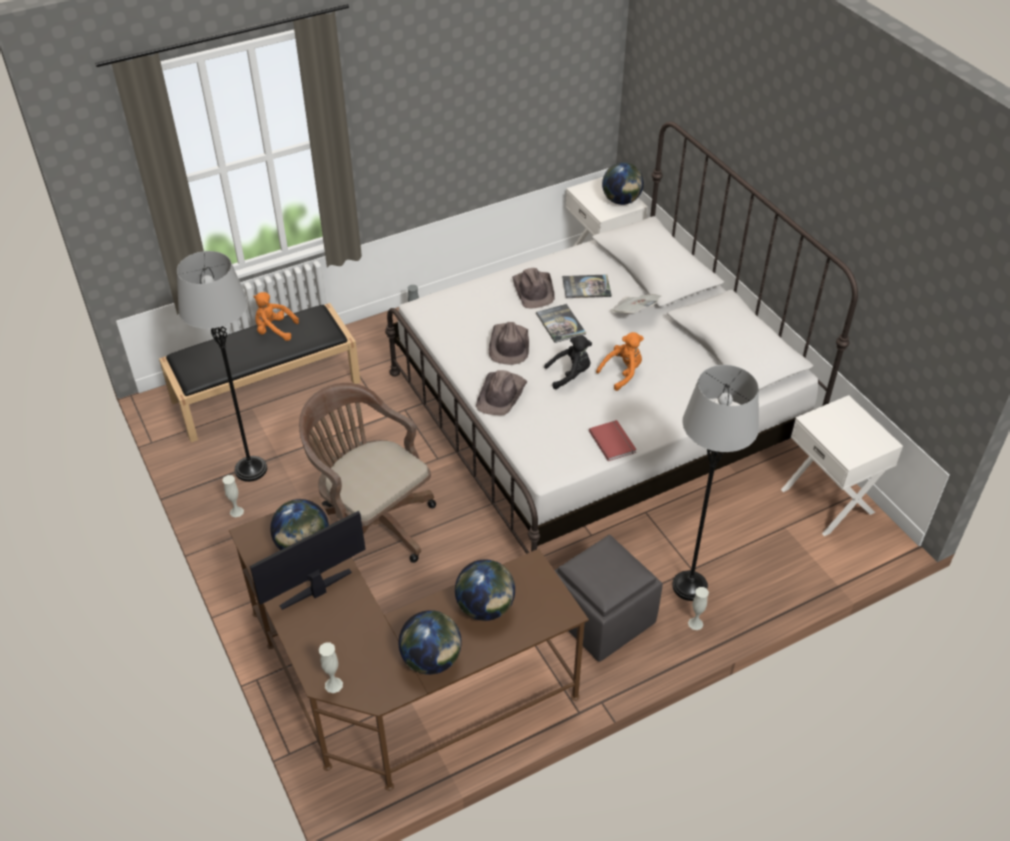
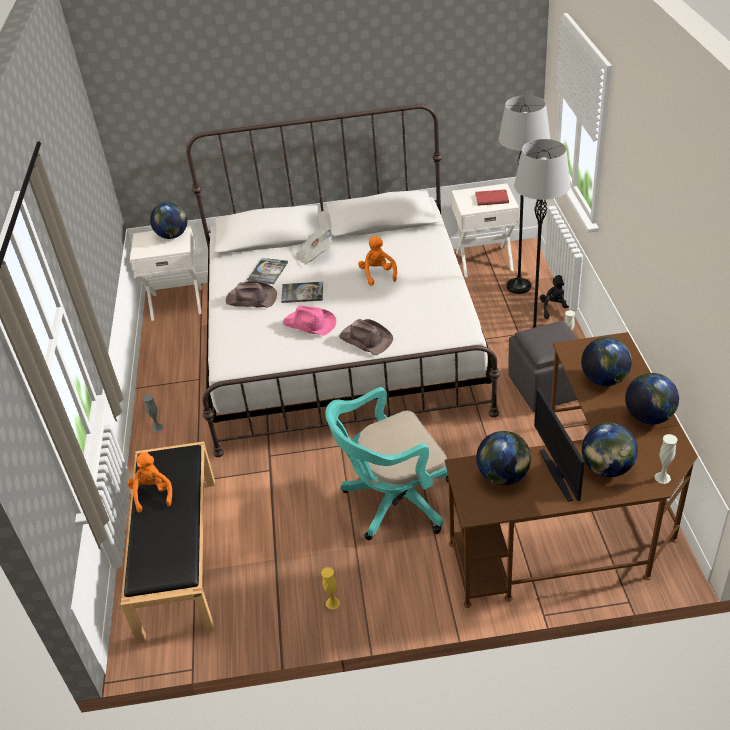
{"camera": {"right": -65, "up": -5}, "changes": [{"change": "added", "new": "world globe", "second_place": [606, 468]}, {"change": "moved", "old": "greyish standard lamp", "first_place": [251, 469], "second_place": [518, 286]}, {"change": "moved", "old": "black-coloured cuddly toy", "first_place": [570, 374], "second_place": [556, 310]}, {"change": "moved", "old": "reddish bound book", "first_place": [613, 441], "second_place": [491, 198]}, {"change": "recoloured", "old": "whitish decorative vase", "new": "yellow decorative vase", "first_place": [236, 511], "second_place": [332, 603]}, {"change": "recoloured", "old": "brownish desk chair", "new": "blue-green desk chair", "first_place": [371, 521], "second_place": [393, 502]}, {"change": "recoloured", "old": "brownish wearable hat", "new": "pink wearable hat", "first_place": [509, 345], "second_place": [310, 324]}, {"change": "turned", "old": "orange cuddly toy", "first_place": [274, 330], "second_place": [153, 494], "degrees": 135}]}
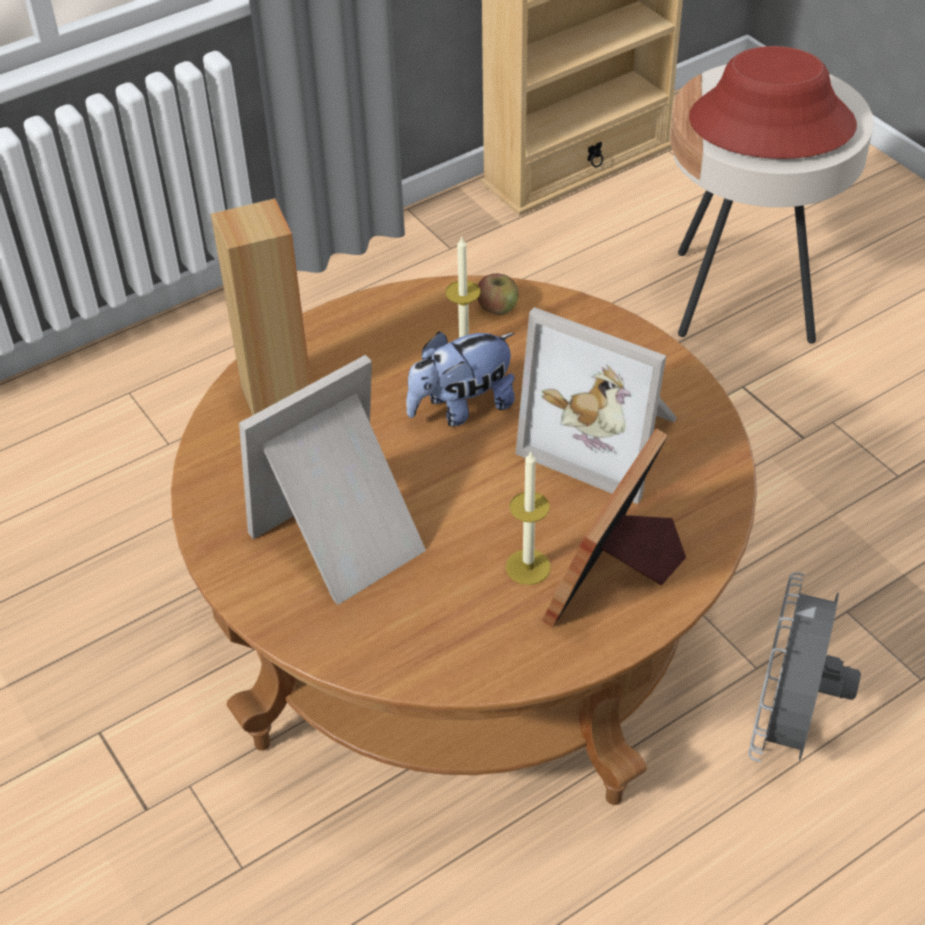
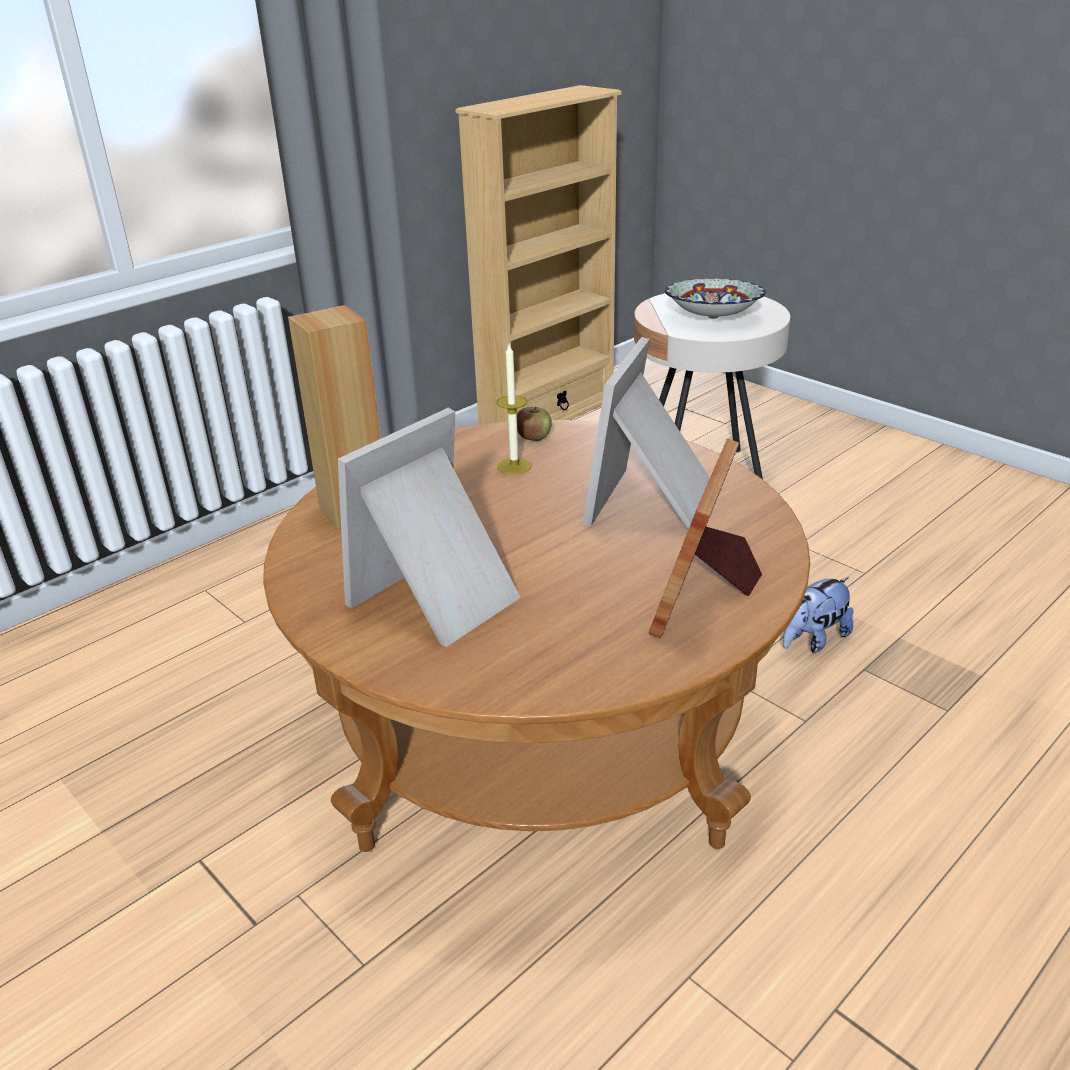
{"camera": {"right": -10, "up": -15}, "changes": [{"change": "removed", "old": "wax light", "first_place": [528, 567]}, {"change": "removed", "old": "greyish cooling fan", "first_place": [787, 726]}, {"change": "moved", "old": "cuddly toy", "first_place": [461, 408], "second_place": [812, 639]}, {"change": "replaced", "old": "reddish wearable hat", "new": "deep dish", "first_place": [771, 124], "second_place": [713, 317]}, {"change": "turned", "old": "standing frame", "first_place": [605, 437], "second_place": [656, 504], "degrees": 90}]}
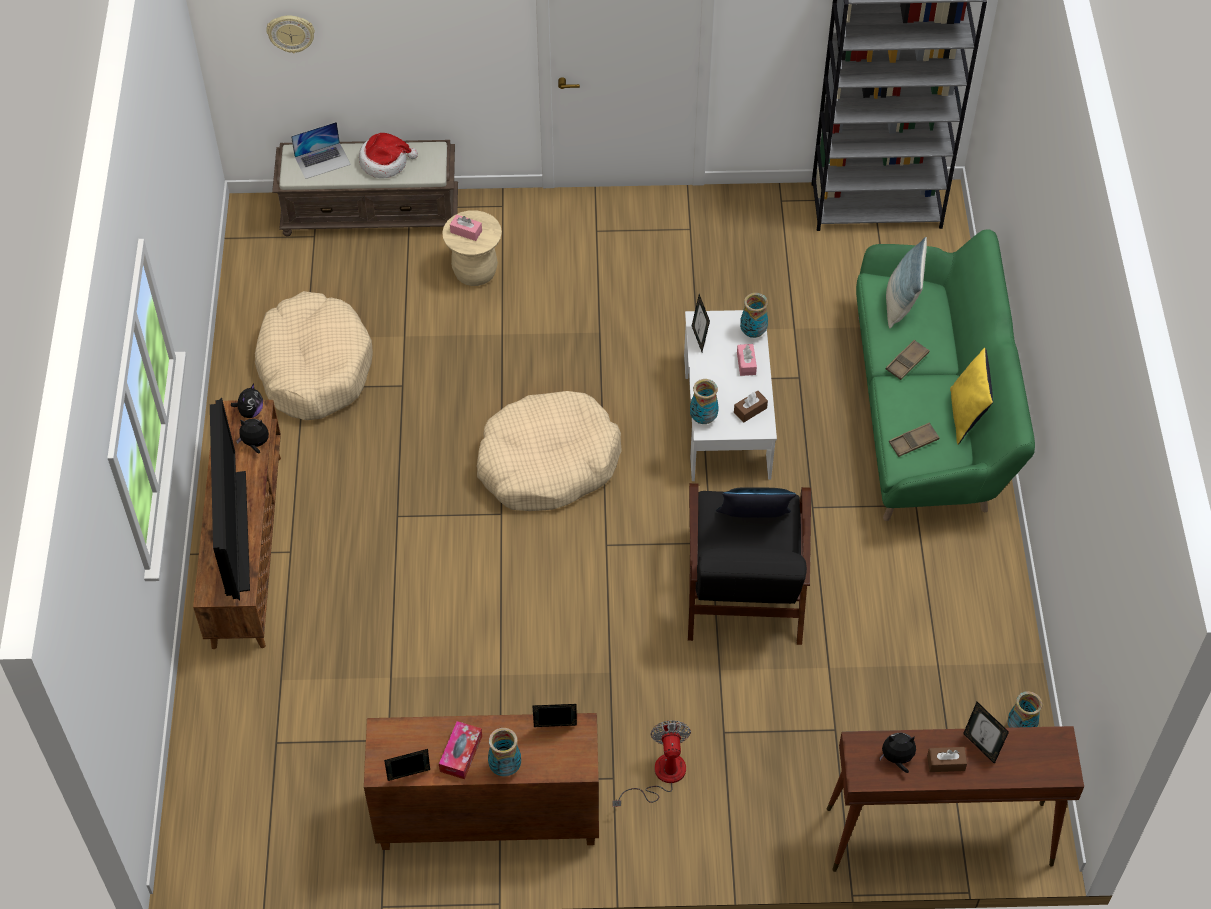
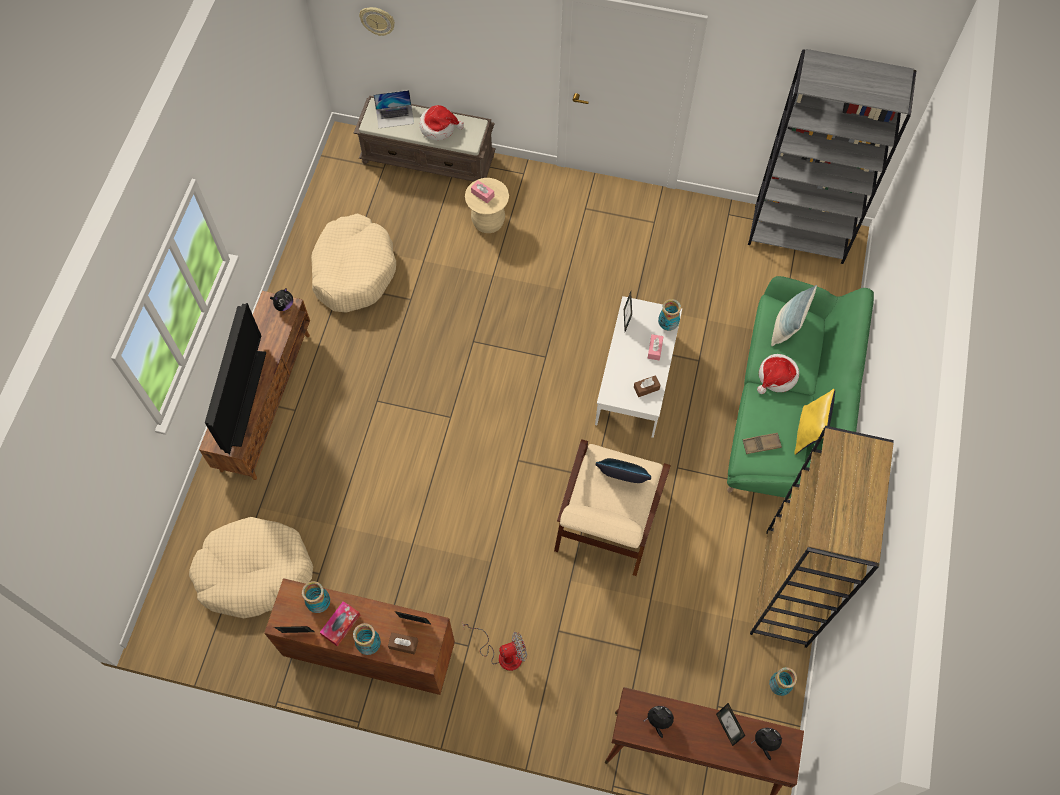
{"camera": {"right": 15, "up": 10}, "changes": [{"change": "added", "new": "brownish bookshelf", "second_place": [786, 589]}, {"change": "moved", "old": "cuddly toy", "first_place": [255, 444], "second_place": [765, 743]}, {"change": "moved", "old": "beige dog bed", "first_place": [547, 463], "second_place": [254, 572]}, {"change": "moved", "old": "decorative vase", "first_place": [703, 418], "second_place": [319, 603]}, {"change": "moved", "old": "brownish box of tissues", "first_place": [946, 763], "second_place": [403, 644]}, {"change": "replaced", "old": "brownish tray", "new": "wearable hat", "first_place": [907, 362], "second_place": [776, 377]}, {"change": "recoloured", "old": "black-coloured armchair", "new": "beige armchair", "first_place": [744, 588], "second_place": [608, 520]}, {"change": "turned", "old": "cooling fan", "first_place": [660, 776], "second_place": [502, 653], "degrees": 60}]}
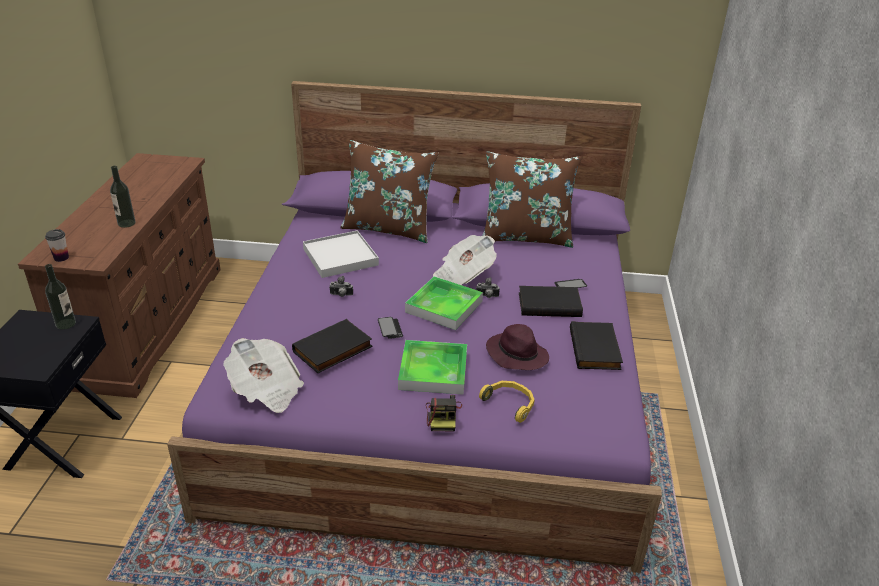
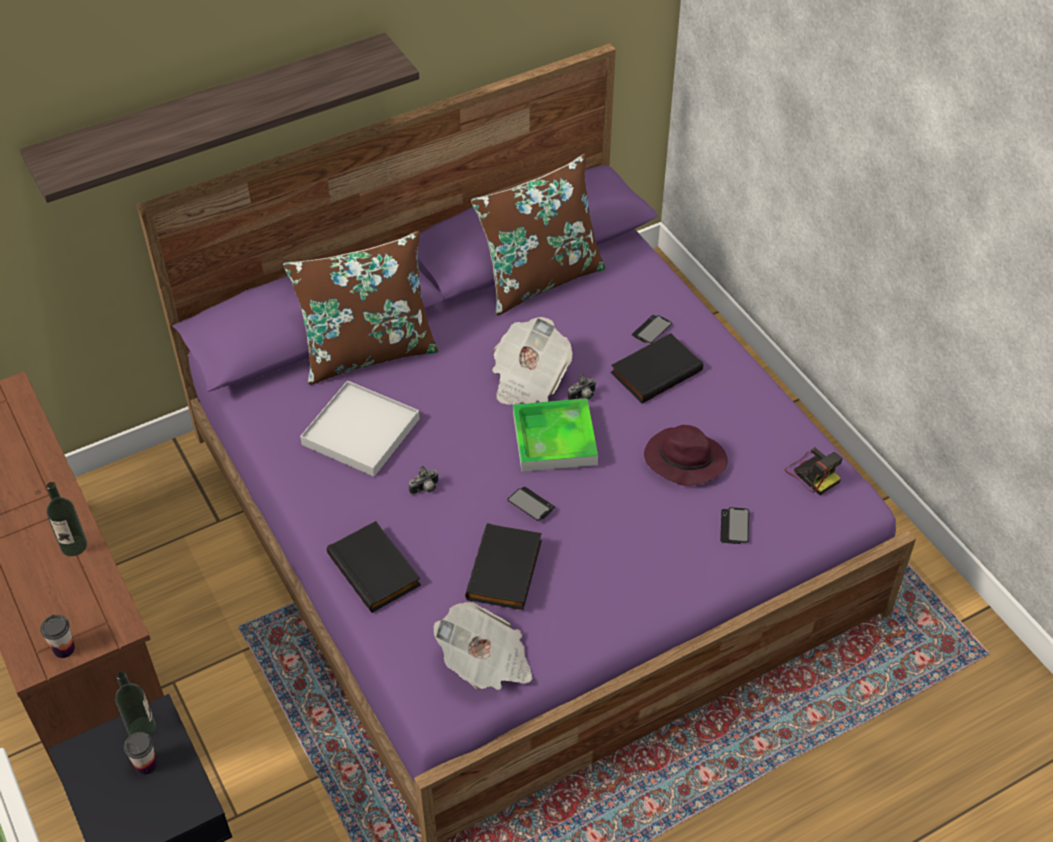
{"camera": {"right": -35, "up": 15}, "changes": [{"change": "removed", "old": "tray", "first_place": [433, 371]}, {"change": "added", "new": "wall shelf", "second_place": [215, 115]}, {"change": "added", "new": "small cup", "second_place": [146, 765]}, {"change": "moved", "old": "photo camera", "first_place": [443, 416], "second_place": [812, 473]}, {"change": "moved", "old": "black-coloured bound book", "first_place": [596, 349], "second_place": [376, 569]}, {"change": "replaced", "old": "yellow headphones", "new": "handset", "first_place": [510, 404], "second_place": [734, 526]}]}
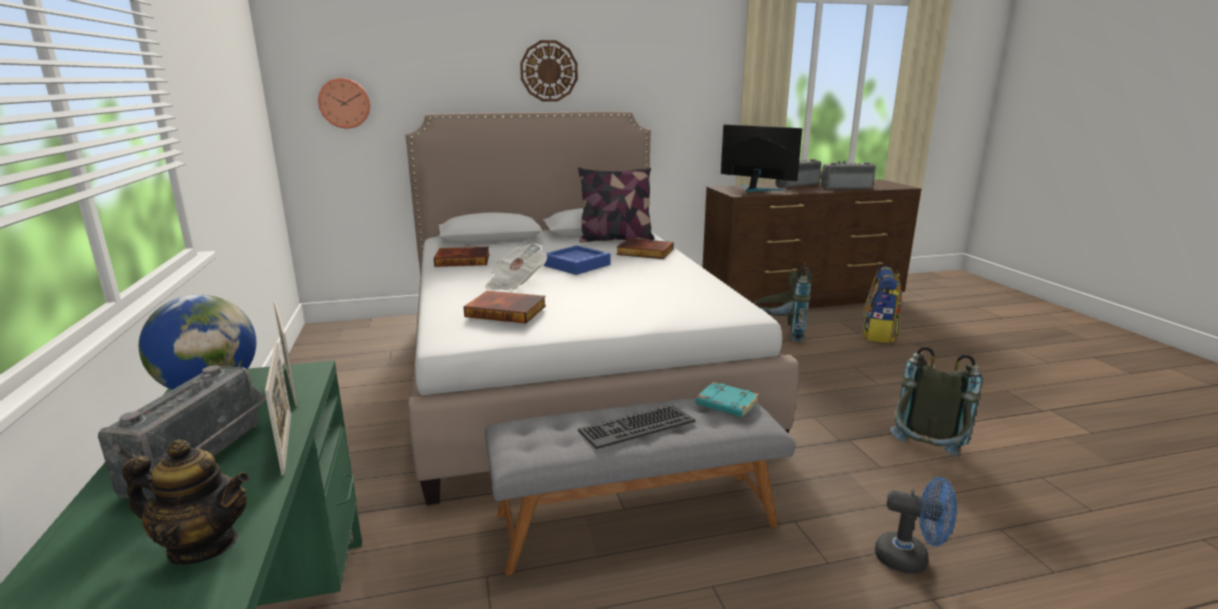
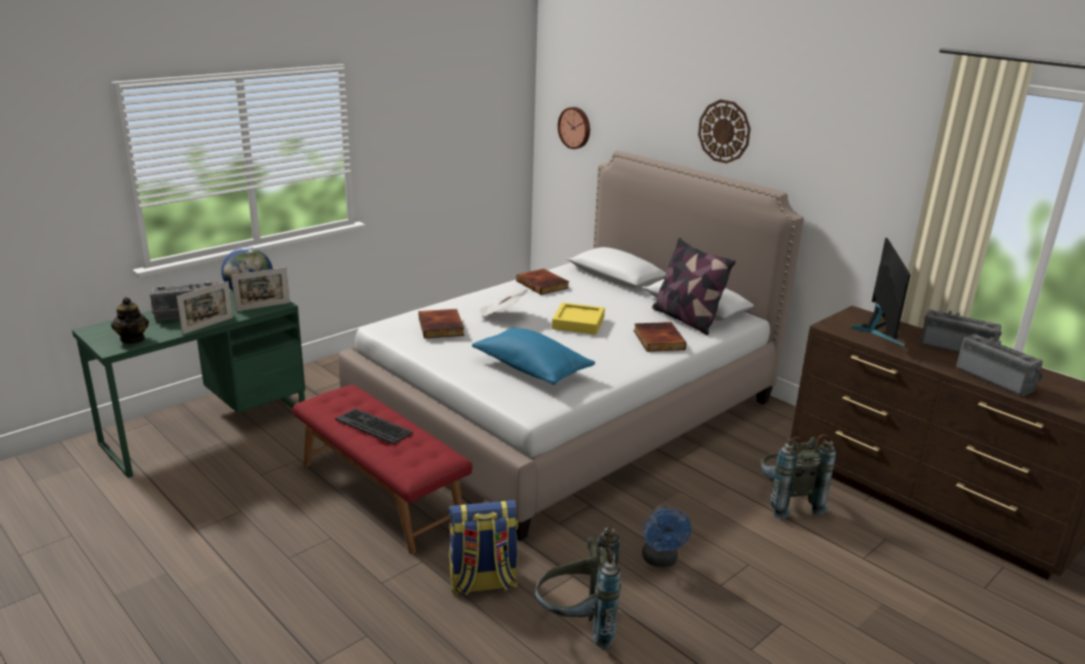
{"camera": {"right": 60, "up": 5}, "changes": [{"change": "removed", "old": "blue-green bound book", "first_place": [725, 404]}, {"change": "added", "new": "bluish pillow", "second_place": [532, 369]}, {"change": "moved", "old": "rucksack", "first_place": [879, 334], "second_place": [482, 583]}, {"change": "moved", "old": "bluish cooling fan", "first_place": [910, 559], "second_place": [661, 560]}, {"change": "recoloured", "old": "greyish indoor bench", "new": "reddish indoor bench", "first_place": [635, 518], "second_place": [382, 493]}, {"change": "recoloured", "old": "bluish tray", "new": "yellow tray", "first_place": [576, 265], "second_place": [578, 323]}, {"change": "turned", "old": "standing frame", "first_place": [291, 385], "second_place": [263, 307], "degrees": -150}]}
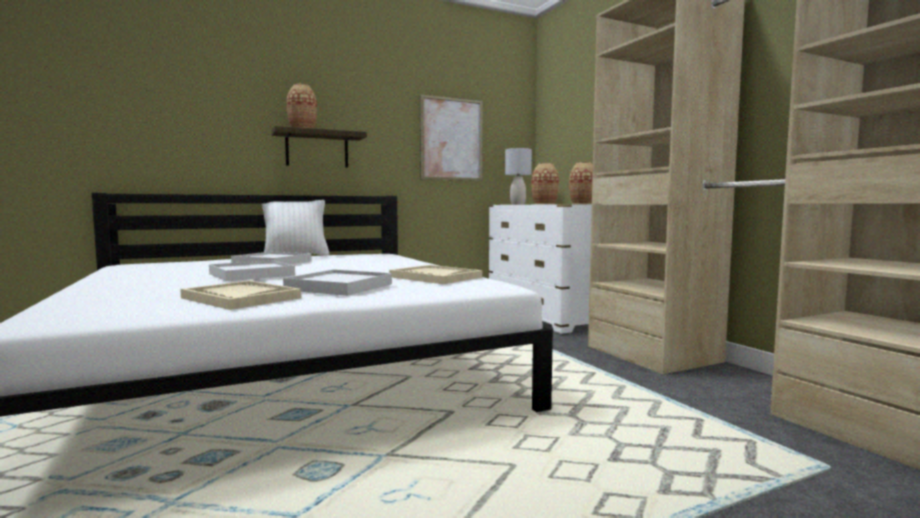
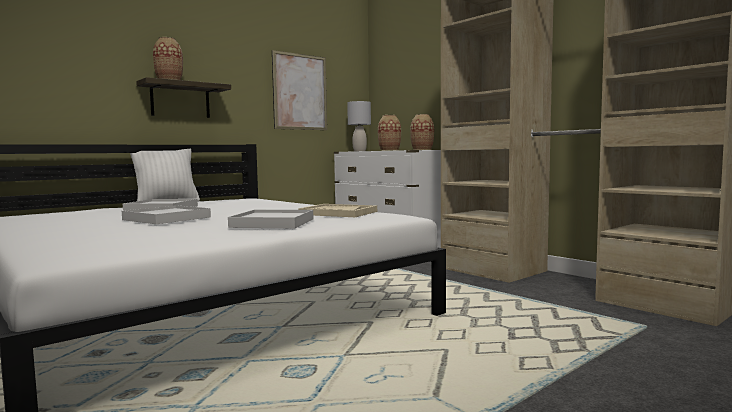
{"camera": {"right": -15, "up": 0}, "changes": [{"change": "removed", "old": "beige tray", "first_place": [240, 298]}]}
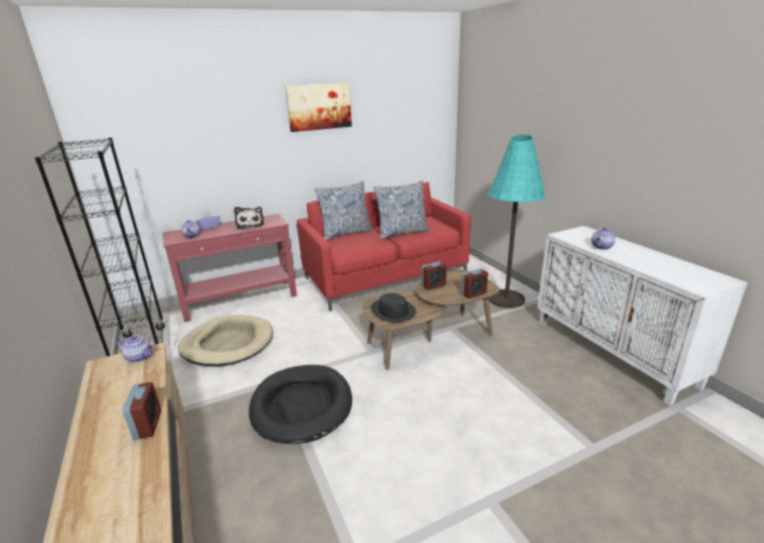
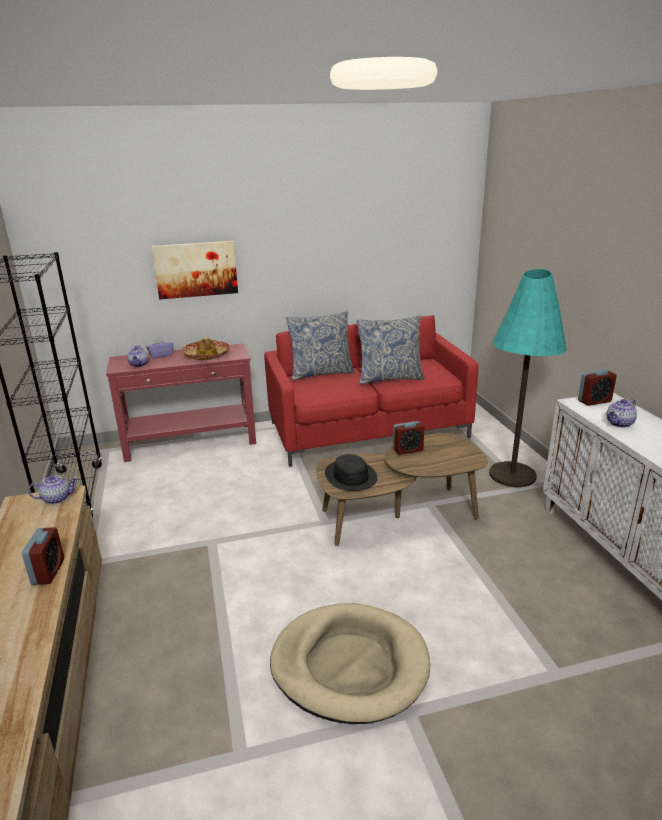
{"camera": {"right": 10, "up": 0}, "changes": [{"change": "removed", "old": "black-coloured dog bed", "first_place": [302, 405]}, {"change": "moved", "old": "beige dog bed", "first_place": [228, 344], "second_place": [349, 665]}, {"change": "moved", "old": "wall art", "first_place": [319, 107], "second_place": [196, 269]}, {"change": "moved", "old": "bedside clock", "first_place": [473, 294], "second_place": [594, 401]}, {"change": "replaced", "old": "cuddly toy", "new": "wearable hat", "first_place": [250, 225], "second_place": [206, 355]}, {"change": "turned", "old": "pot for tea", "first_place": [140, 357], "second_place": [57, 498], "degrees": -45}]}
